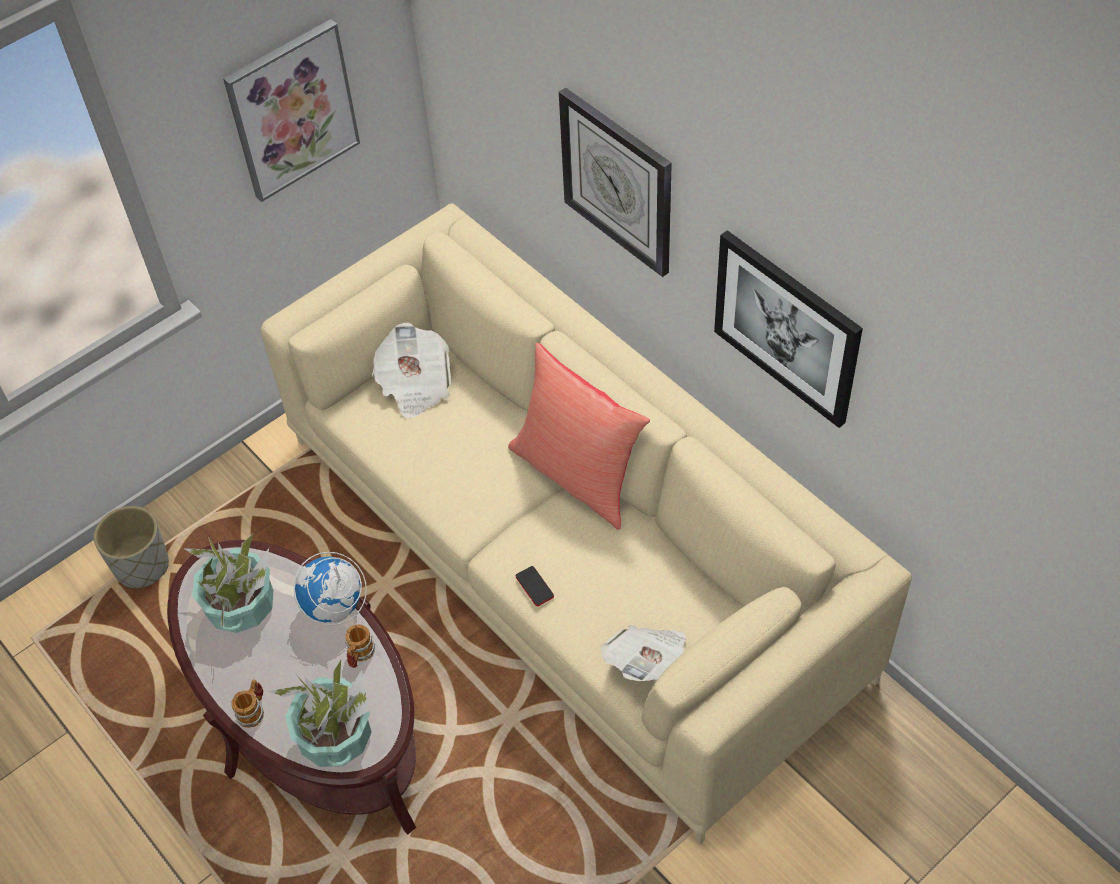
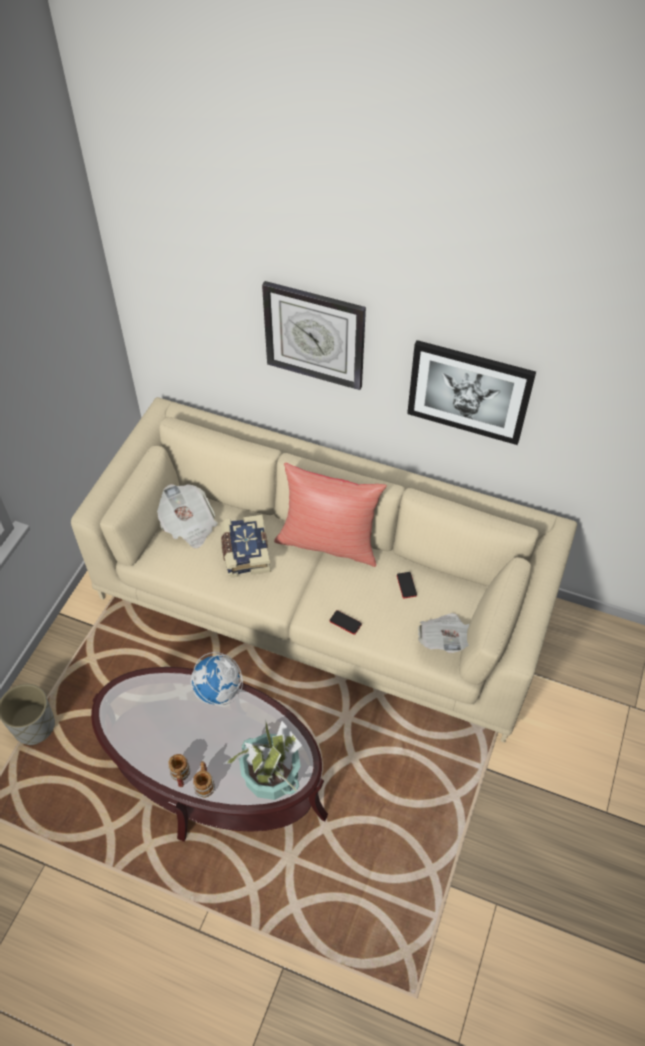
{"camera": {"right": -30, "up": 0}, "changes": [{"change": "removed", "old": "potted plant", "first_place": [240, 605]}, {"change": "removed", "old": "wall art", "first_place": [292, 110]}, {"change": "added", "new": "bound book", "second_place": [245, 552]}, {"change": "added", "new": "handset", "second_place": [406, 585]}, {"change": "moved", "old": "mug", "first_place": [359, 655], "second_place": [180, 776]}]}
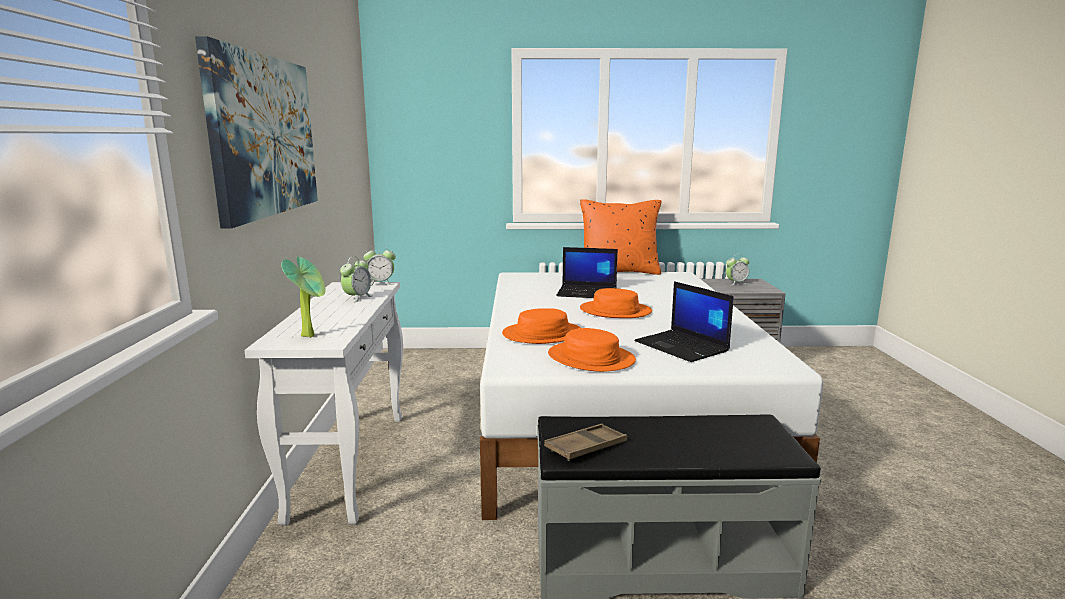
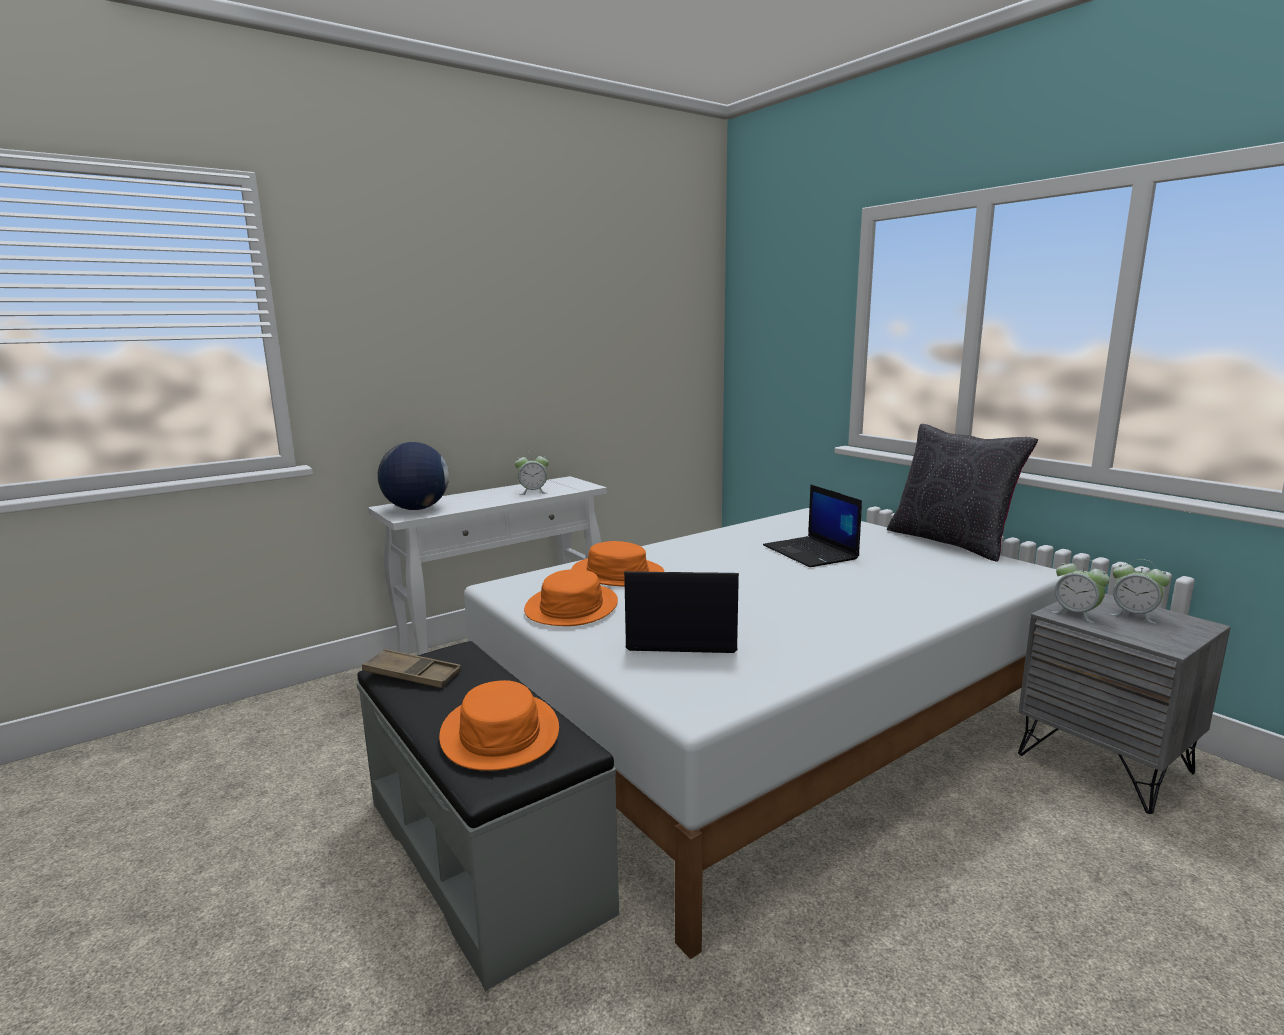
{"camera": {"right": 55, "up": 0}, "changes": [{"change": "removed", "old": "wall art", "first_place": [264, 136]}, {"change": "moved", "old": "bedside clock", "first_place": [381, 283], "second_place": [1076, 614]}, {"change": "moved", "old": "orange wearable hat", "first_place": [615, 311], "second_place": [500, 733]}, {"change": "replaced", "old": "potted plant", "new": "world globe", "first_place": [311, 335], "second_place": [416, 509]}, {"change": "recoloured", "old": "orange pillow", "new": "black-coloured pillow", "first_place": [618, 271], "second_place": [950, 542]}, {"change": "turned", "old": "laptop", "first_place": [683, 346], "second_place": [680, 637], "degrees": 75}]}
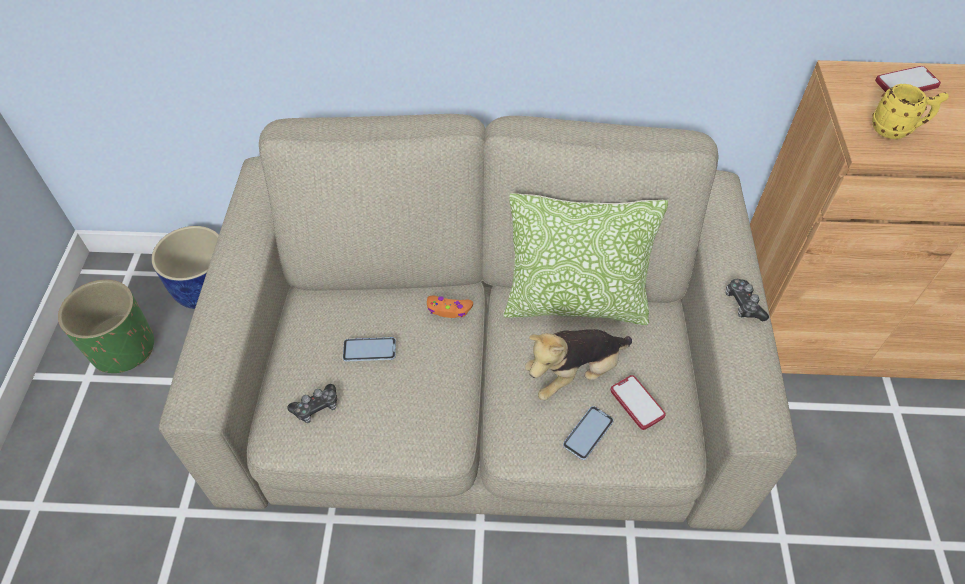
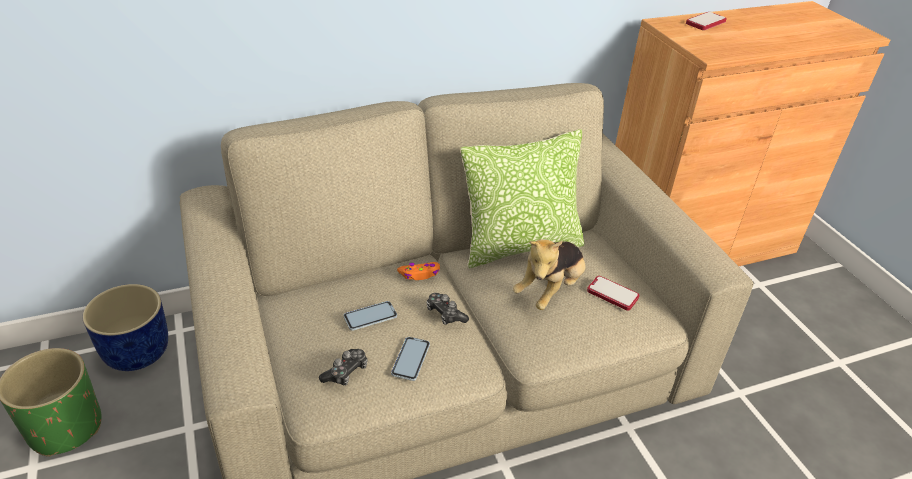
{"camera": {"right": -25, "up": -15}, "changes": [{"change": "removed", "old": "yellow mug", "first_place": [896, 130]}, {"change": "moved", "old": "handset", "first_place": [588, 433], "second_place": [411, 359]}, {"change": "moved", "old": "joypad", "first_place": [743, 304], "second_place": [445, 314]}]}
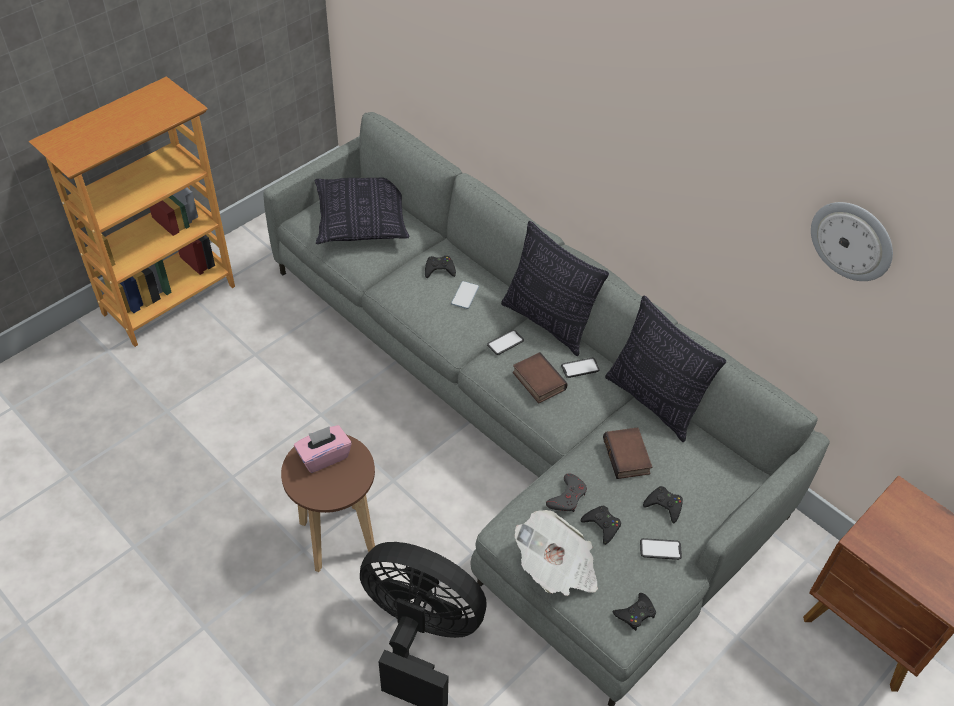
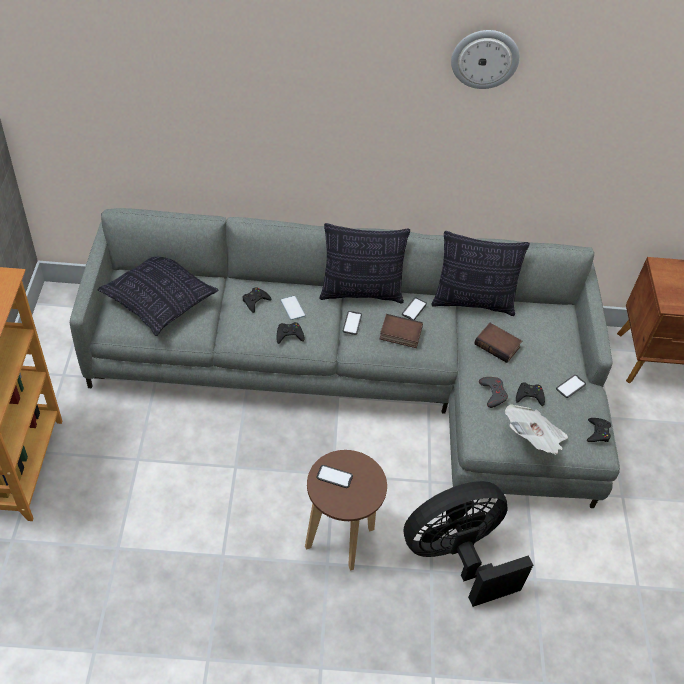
{"camera": {"right": -45, "up": 0}, "changes": [{"change": "moved", "old": "black-coloured joypad", "first_place": [664, 506], "second_place": [289, 335]}, {"change": "moved", "old": "wall clock", "first_place": [852, 240], "second_place": [485, 58]}, {"change": "replaced", "old": "pink box of tissues", "new": "handset", "first_place": [324, 456], "second_place": [334, 477]}]}
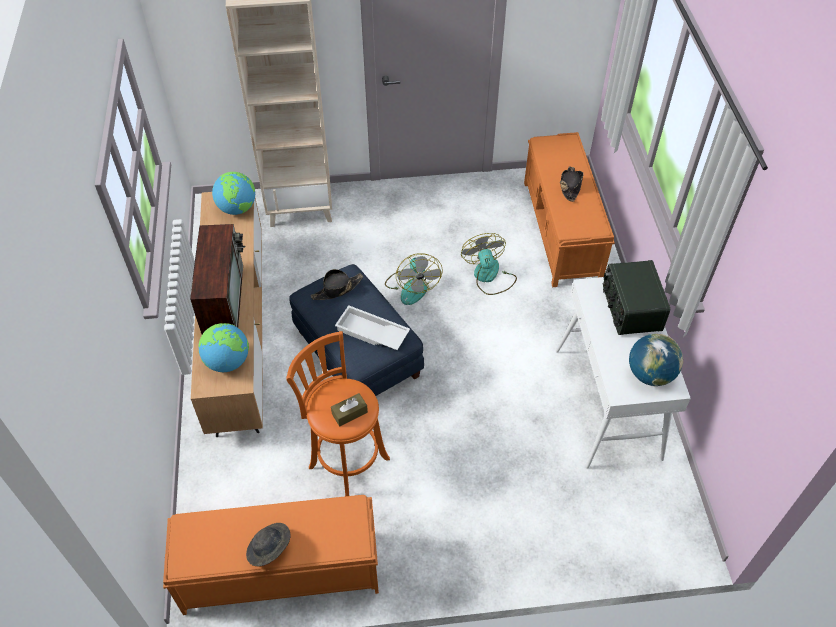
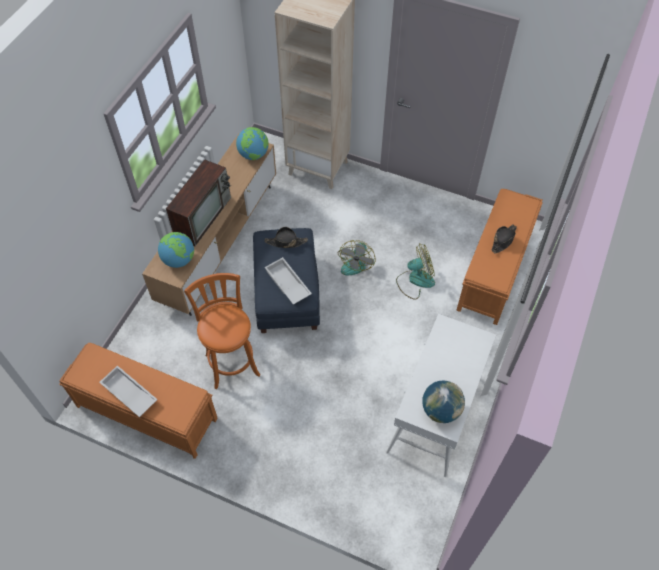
{"camera": {"right": 30, "up": 5}, "changes": [{"change": "removed", "old": "brownish box of tissues", "first_place": [349, 413]}, {"change": "removed", "old": "radio set", "first_place": [630, 309]}, {"change": "replaced", "old": "greyish wearable hat", "new": "whitish tray", "first_place": [269, 549], "second_place": [128, 394]}, {"change": "turned", "old": "cooling fan", "first_place": [489, 276], "second_place": [415, 280], "degrees": 60}]}
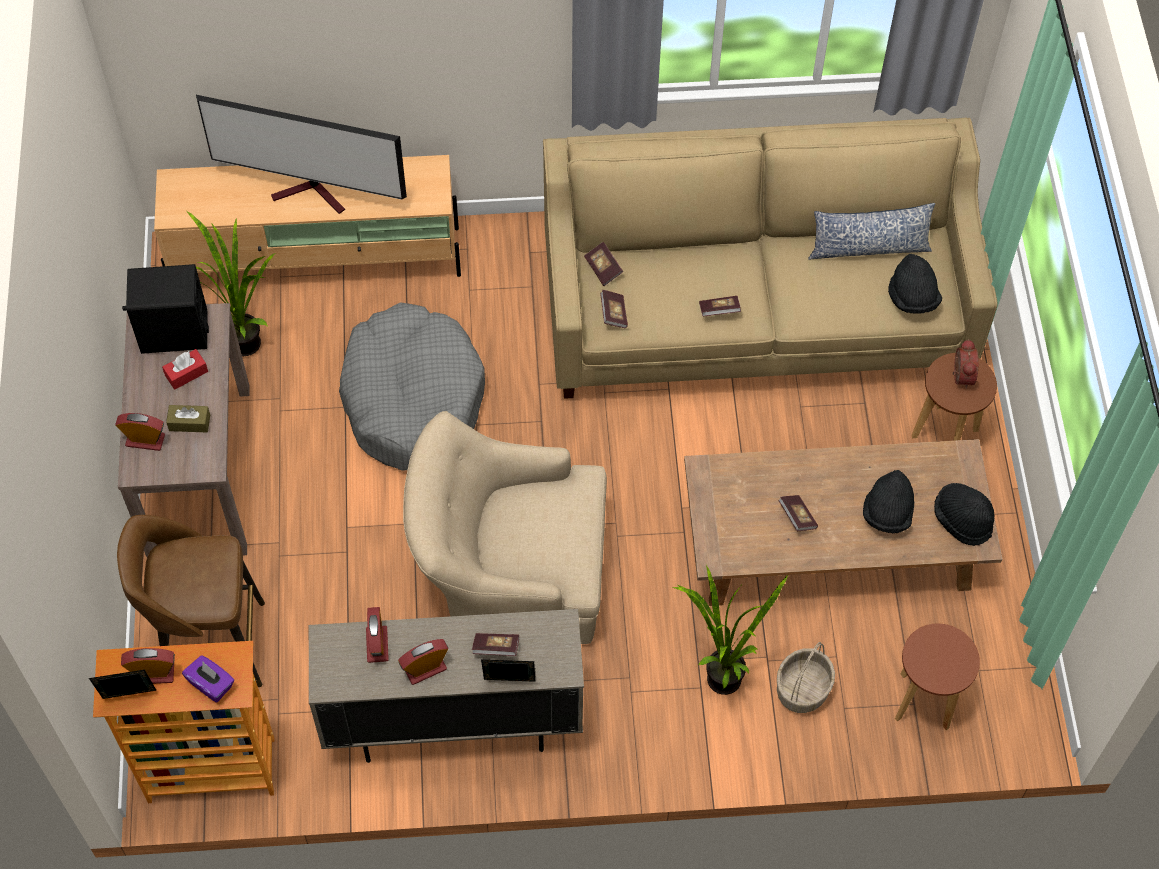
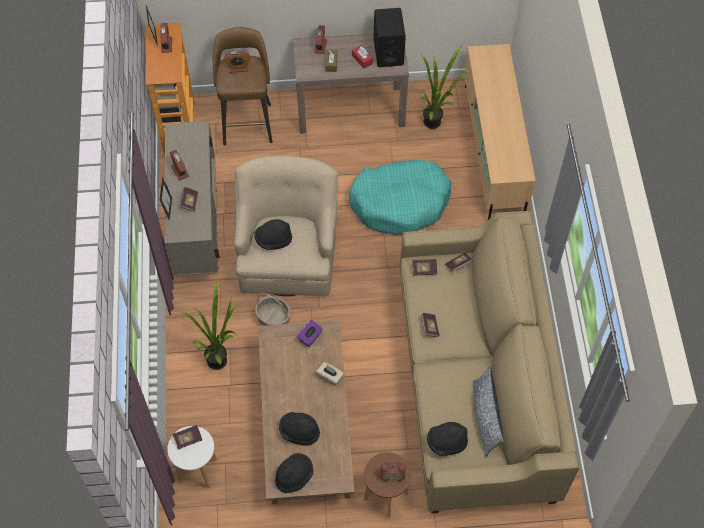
{"camera": {"right": 90, "up": 0}, "changes": [{"change": "removed", "old": "TV set", "first_place": [313, 194]}, {"change": "added", "new": "black-coloured wearable hat", "second_place": [273, 240]}, {"change": "added", "new": "beige box of tissues", "second_place": [330, 377]}, {"change": "moved", "old": "purplish box of tissues", "first_place": [211, 684], "second_place": [310, 337]}, {"change": "moved", "old": "bedside clock", "first_place": [377, 645], "second_place": [238, 68]}, {"change": "moved", "old": "household basket", "first_place": [802, 690], "second_place": [273, 318]}, {"change": "moved", "old": "bound book", "first_place": [797, 517], "second_place": [188, 439]}, {"change": "recoloured", "old": "greyish dog bed", "new": "blue-green dog bed", "first_place": [412, 398], "second_place": [400, 203]}, {"change": "recoloured", "old": "brownish sitting stool", "new": "whitish sitting stool", "first_place": [924, 701], "second_place": [197, 471]}]}
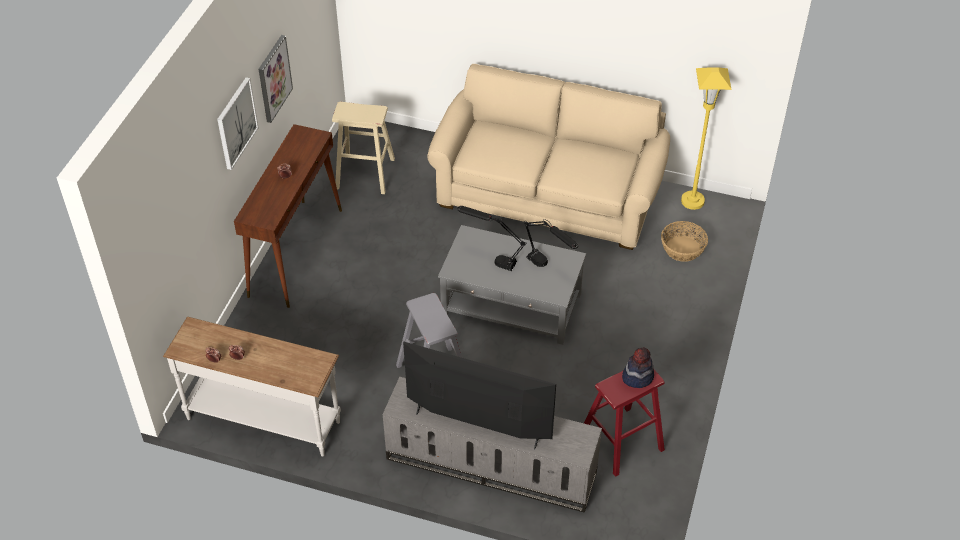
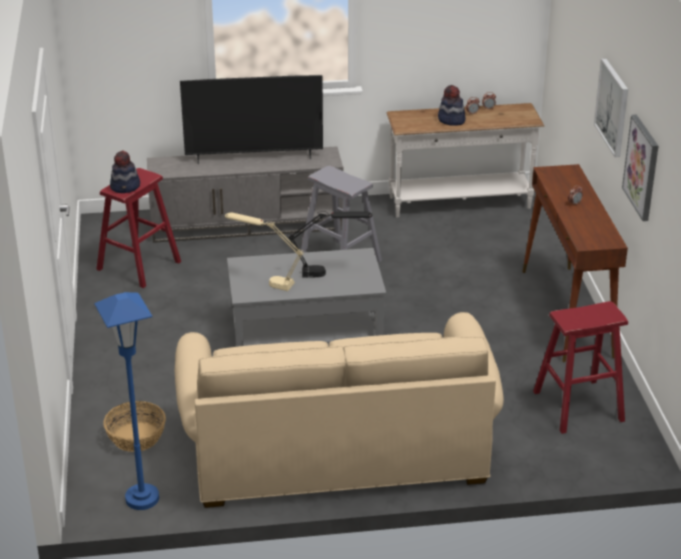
{"camera": {"right": 155, "up": -15}, "changes": [{"change": "added", "new": "wearable hat", "second_place": [451, 120]}, {"change": "recoloured", "old": "beige sitting stool", "new": "reddish sitting stool", "first_place": [365, 173], "second_place": [578, 406]}, {"change": "recoloured", "old": "black-coloured table lamp", "new": "beige table lamp", "first_place": [548, 267], "second_place": [266, 281]}, {"change": "recoloured", "old": "yellow standard lamp", "new": "bluish standard lamp", "first_place": [692, 201], "second_place": [142, 498]}]}
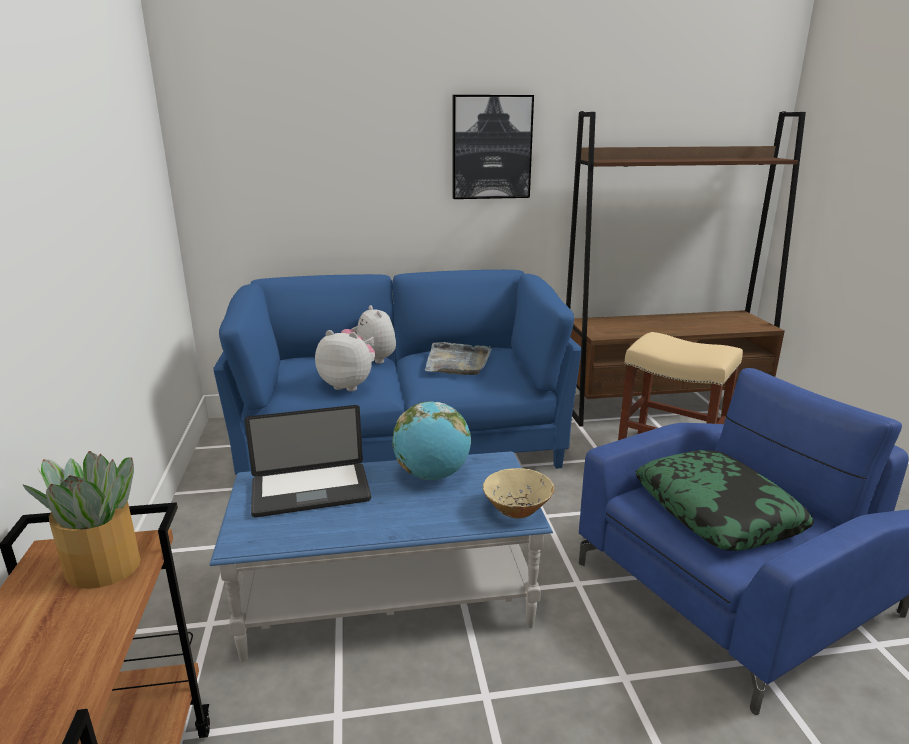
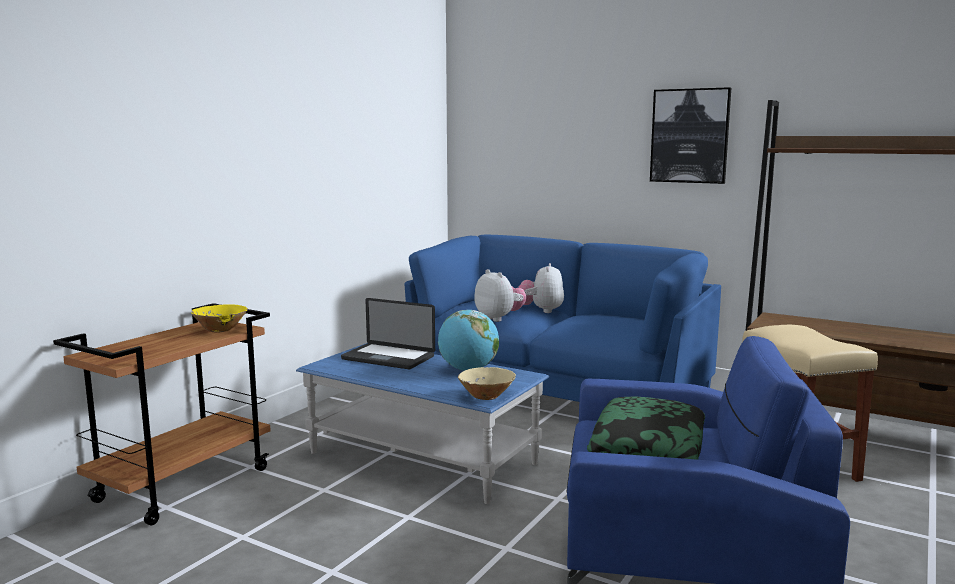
{"camera": {"right": 40, "up": -10}, "changes": [{"change": "removed", "old": "greyish tray", "first_place": [457, 362]}, {"change": "replaced", "old": "potted plant", "new": "yellow deep dish", "first_place": [104, 567], "second_place": [220, 330]}]}
